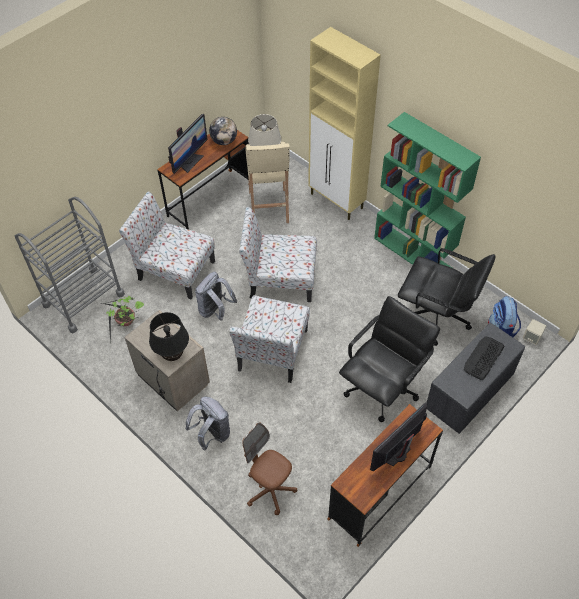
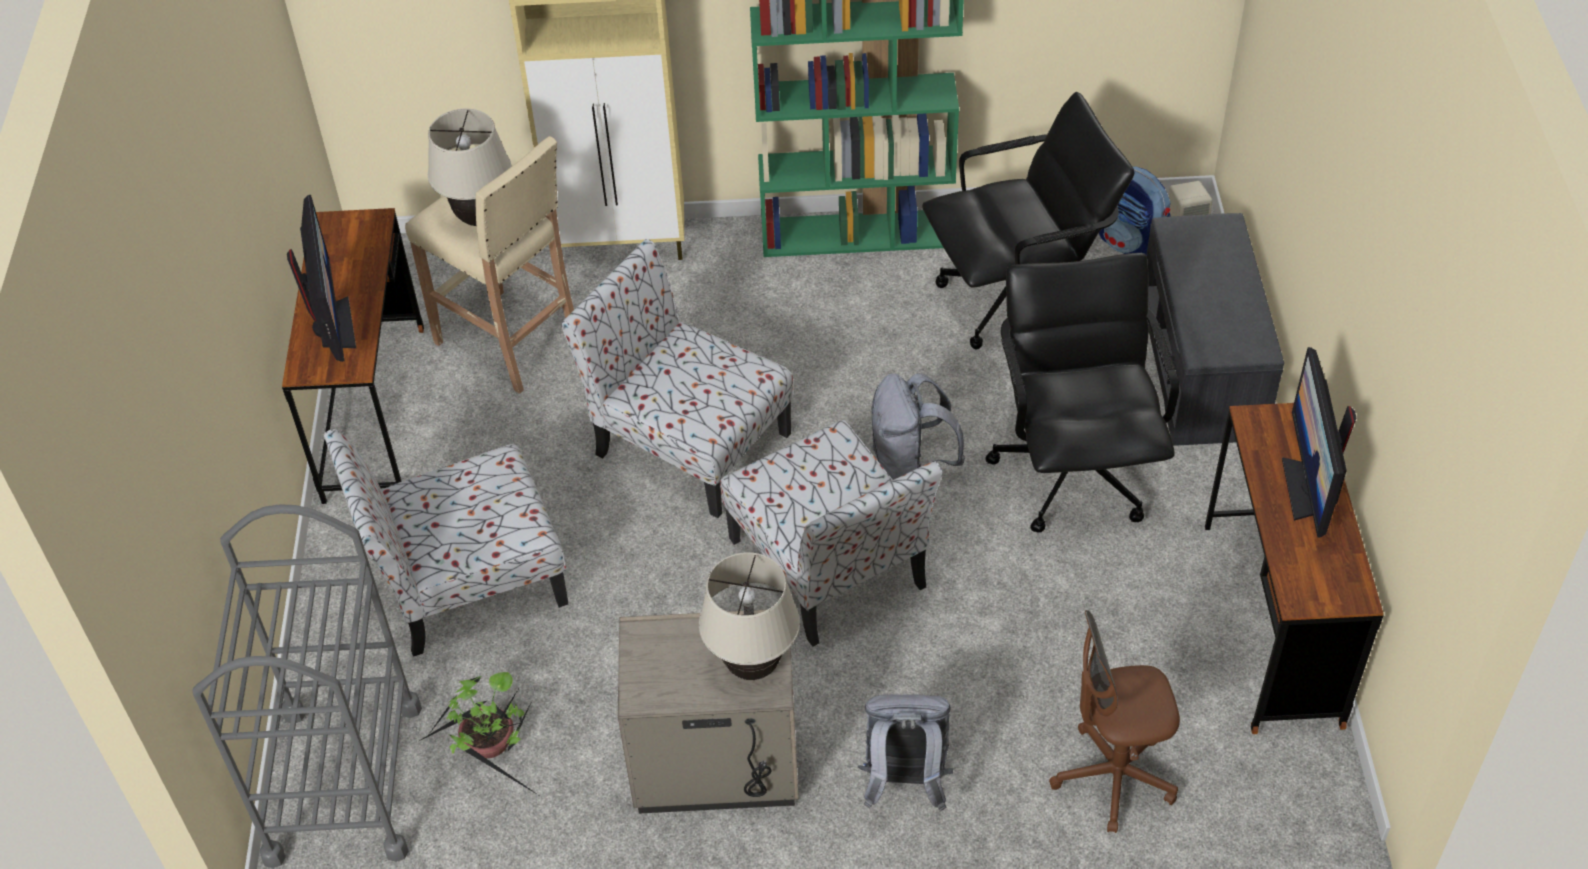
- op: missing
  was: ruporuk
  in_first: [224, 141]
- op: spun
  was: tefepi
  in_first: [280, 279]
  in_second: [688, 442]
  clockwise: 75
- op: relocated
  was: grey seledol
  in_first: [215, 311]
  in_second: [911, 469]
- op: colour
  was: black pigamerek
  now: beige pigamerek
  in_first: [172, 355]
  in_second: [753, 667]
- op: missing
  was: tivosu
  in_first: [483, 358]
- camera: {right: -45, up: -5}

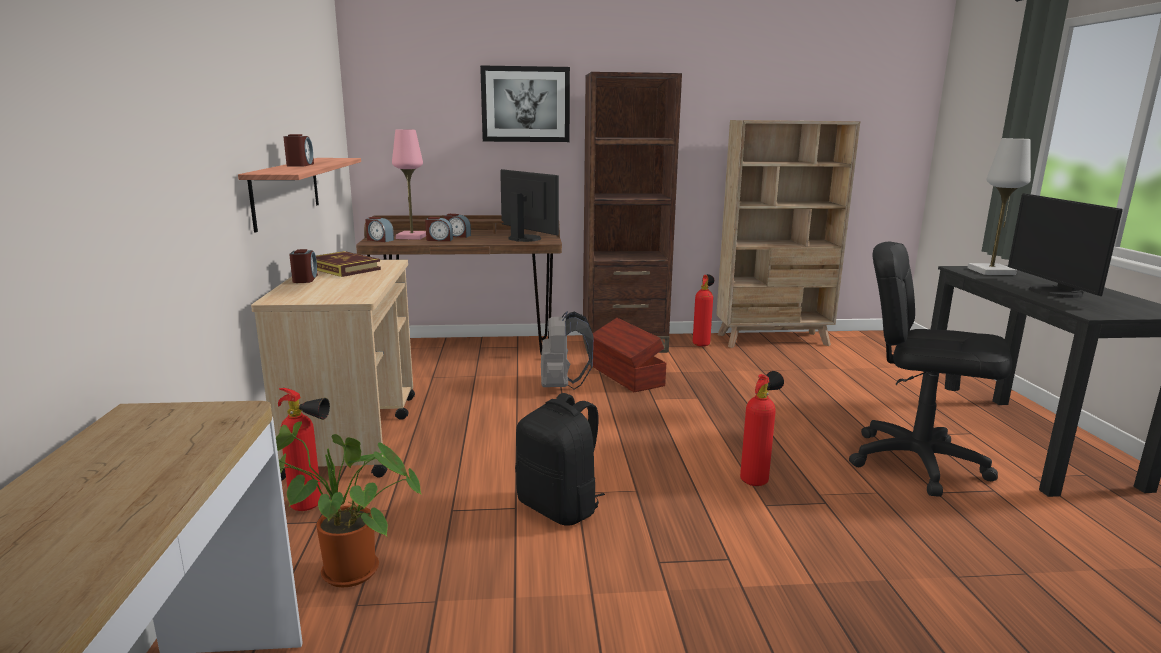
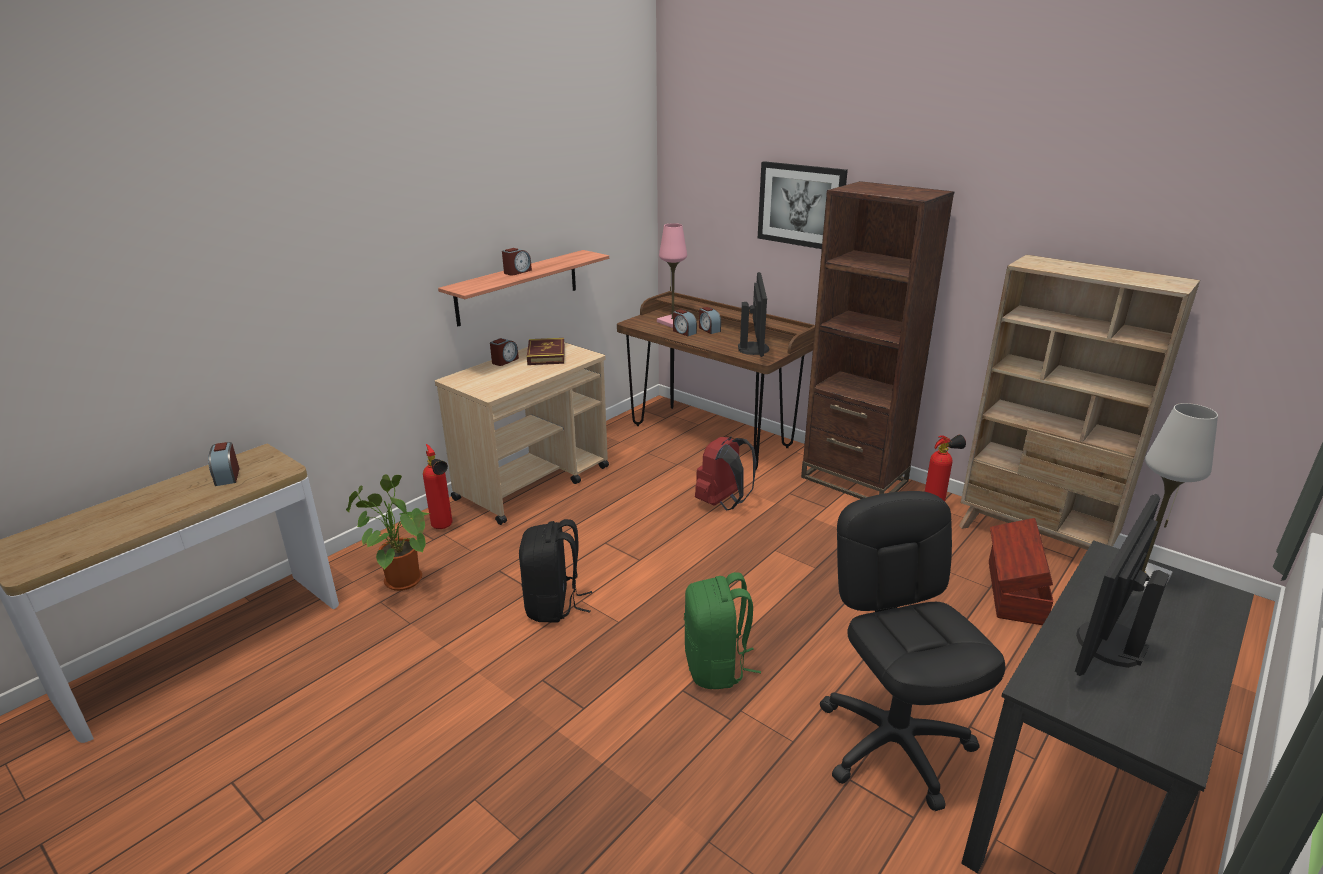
- op: relocated
  was: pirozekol
  in_first: [379, 240]
  in_second: [227, 476]
- op: colour
  was: grey seledol
  now: red seledol
  in_first: [562, 386]
  in_second: [723, 503]
- op: relocated
  was: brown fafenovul
  in_first: [627, 376]
  in_second: [1014, 592]
- op: exchanged
  was: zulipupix
  now: green seledol
  in_first: [756, 479]
  in_second: [716, 667]
- camera: {right: 45, up: 10}

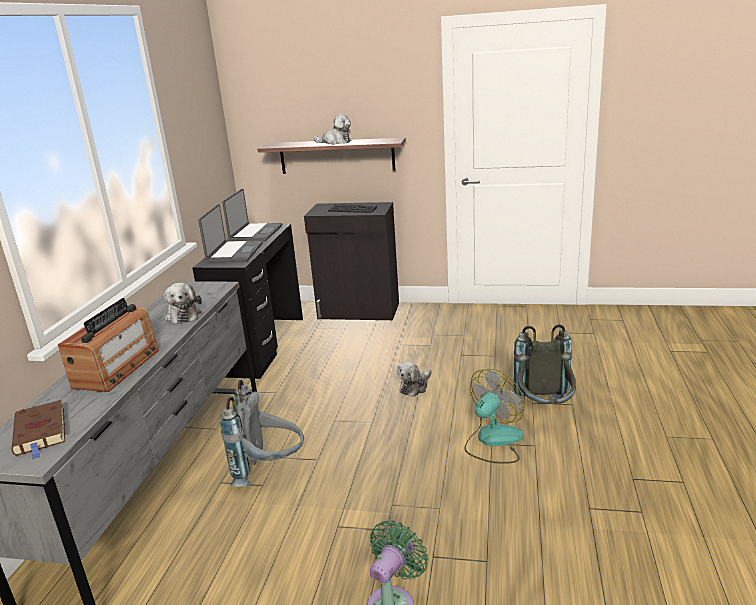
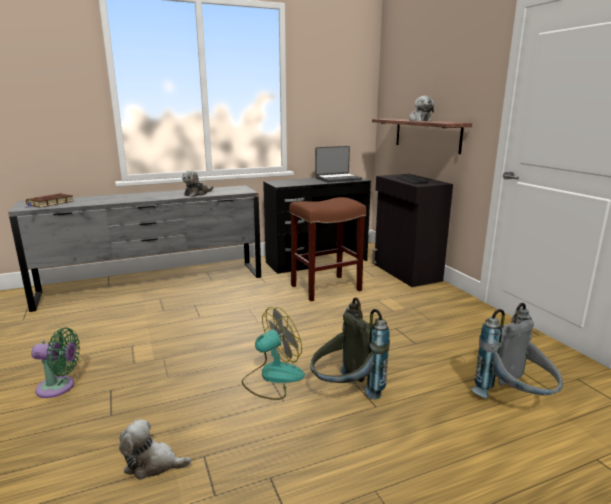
- op: missing
  was: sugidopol
  in_first: [234, 253]
- op: missing
  was: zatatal
  in_first: [117, 368]
- op: relocated
  was: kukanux
  in_first: [415, 387]
  in_second: [153, 464]
- op: spun
  was: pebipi
  in_first: [493, 441]
  in_second: [273, 377]
  clockwise: -45
- op: relocated
  was: grey seledol
  in_first: [270, 471]
  in_second: [515, 401]
- op: appeared
  now: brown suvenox
  in_second: [325, 288]
- camera: {right: 55, up: -5}

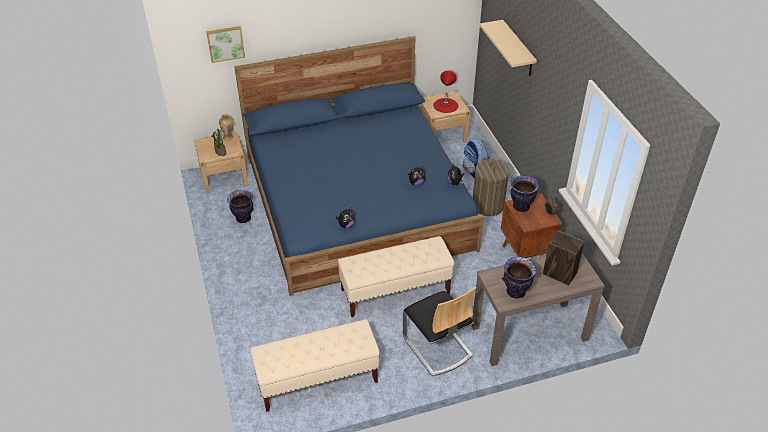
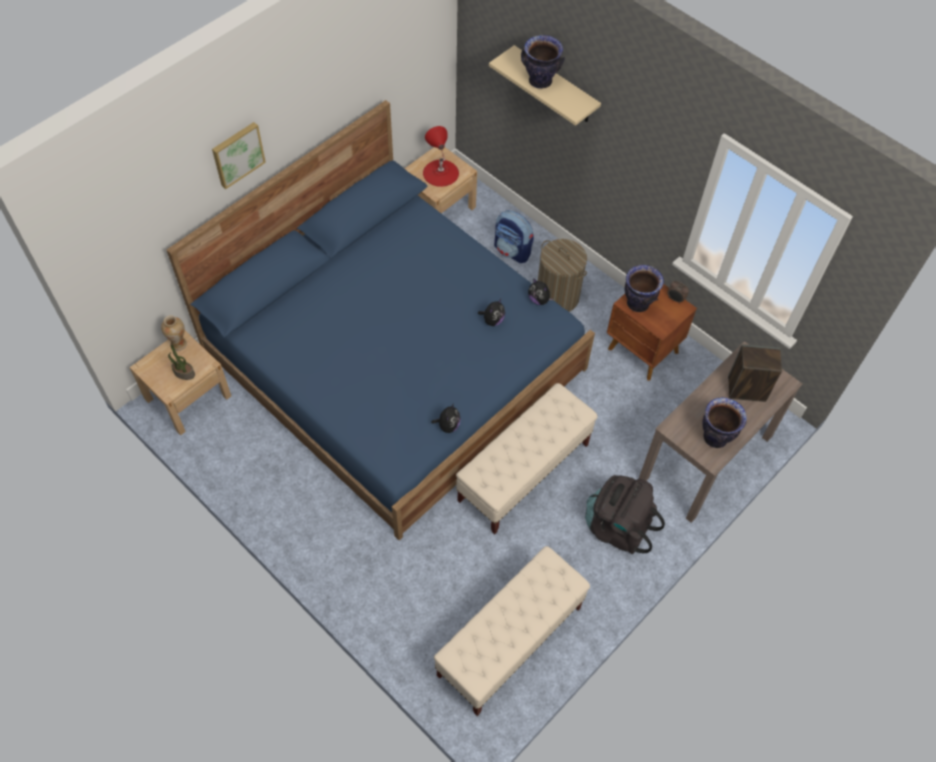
- op: relocated
  was: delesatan
  in_first: [225, 43]
  in_second: [237, 154]
- op: relocated
  was: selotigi
  in_first: [243, 218]
  in_second: [540, 81]
- op: exchanged
  was: tefepi
  now: black seledol
  in_first: [437, 347]
  in_second: [617, 527]
- camera: {right: -30, up: 15}

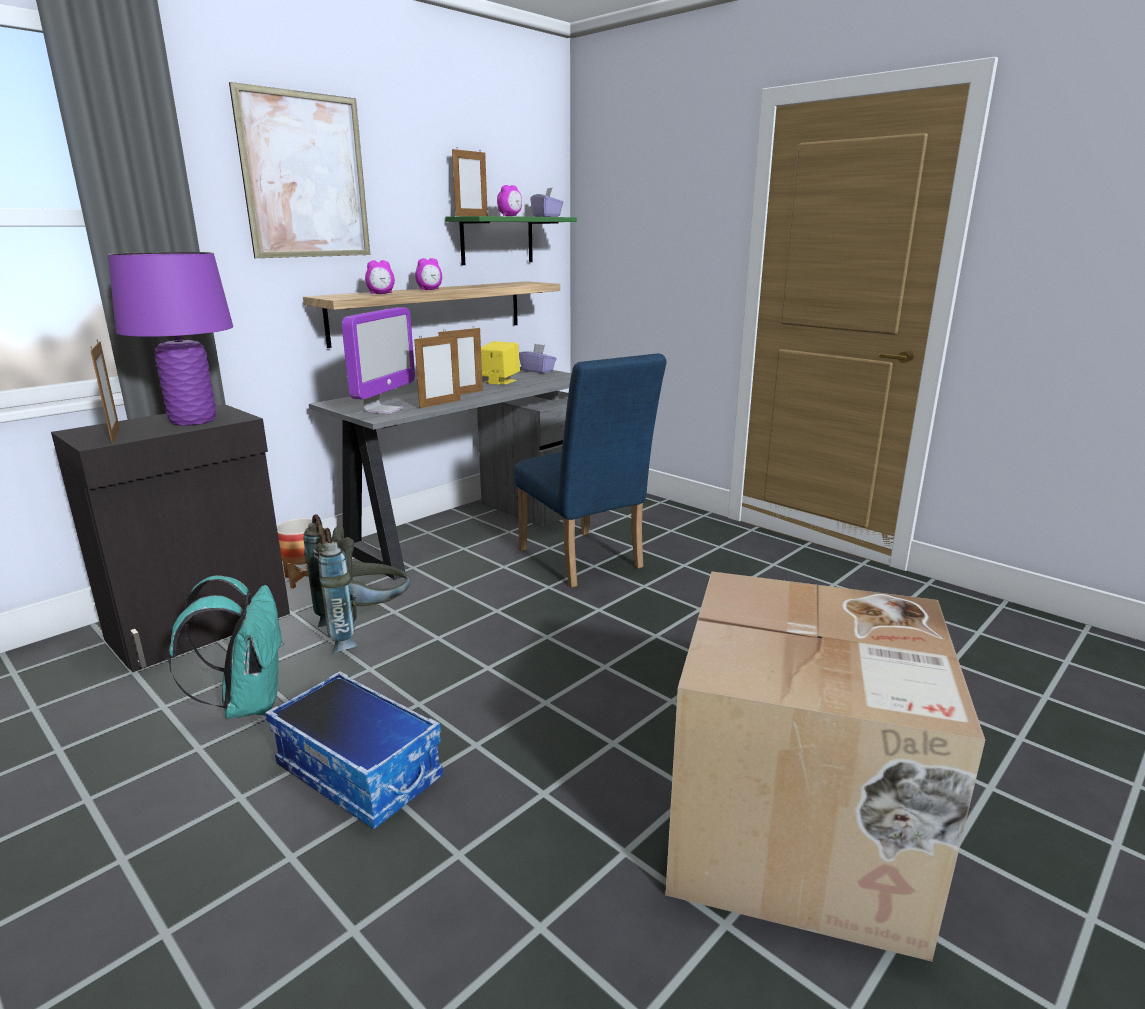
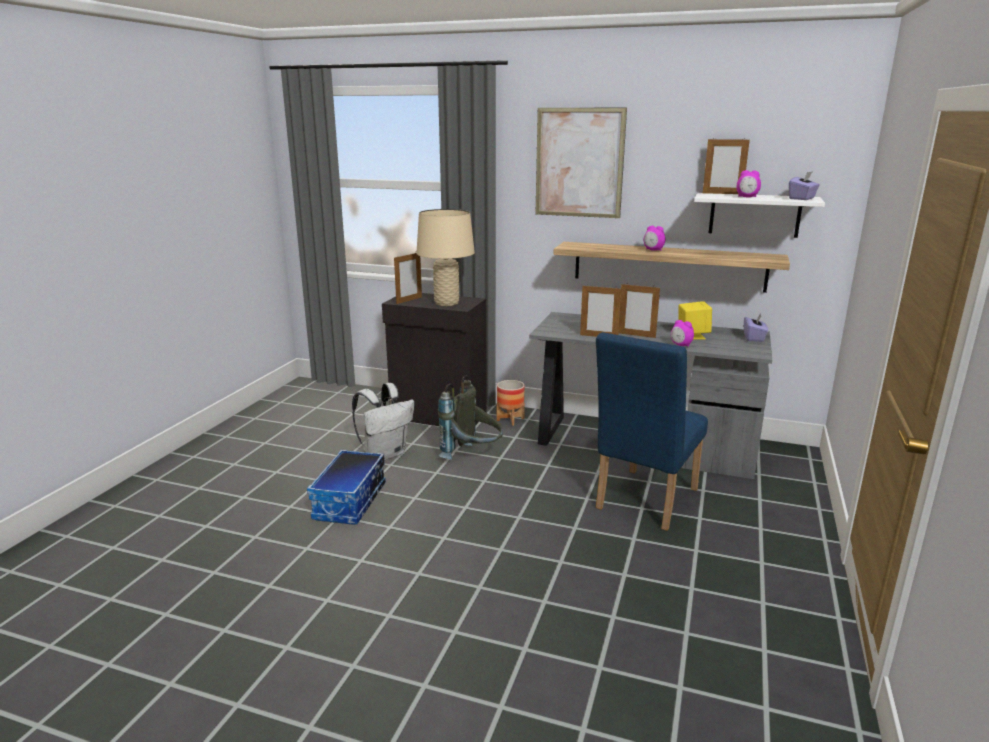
- op: colour
  was: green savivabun
  now: white savivabun
  in_first: [497, 240]
  in_second: [754, 215]
- op: colour
  was: purple pigamerek
  now: beige pigamerek
  in_first: [193, 421]
  in_second: [446, 303]
- op: relocated
  was: pirozekol
  in_first: [381, 294]
  in_second: [681, 345]
- op: missing
  was: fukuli
  in_first: [383, 410]
- op: missing
  was: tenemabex
  in_first: [798, 836]
- op: colour
  was: turquoise seledol
  now: white seledol
  in_first: [248, 703]
  in_second: [385, 454]
- camera: {right: 65, up: 0}

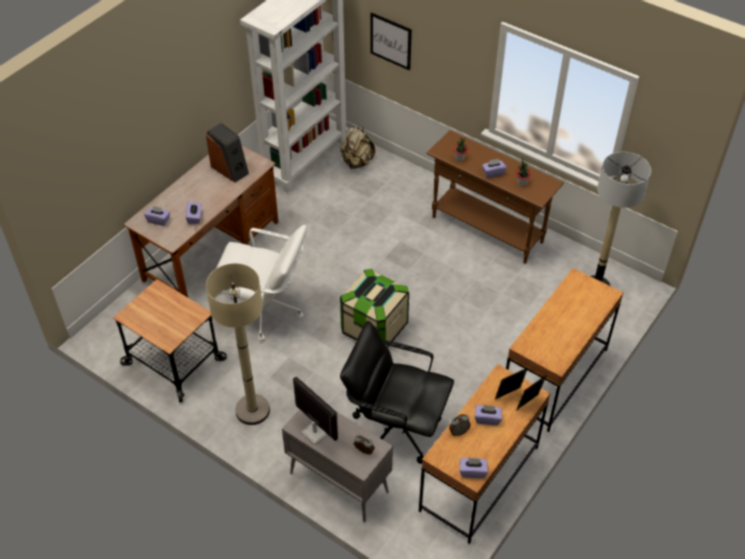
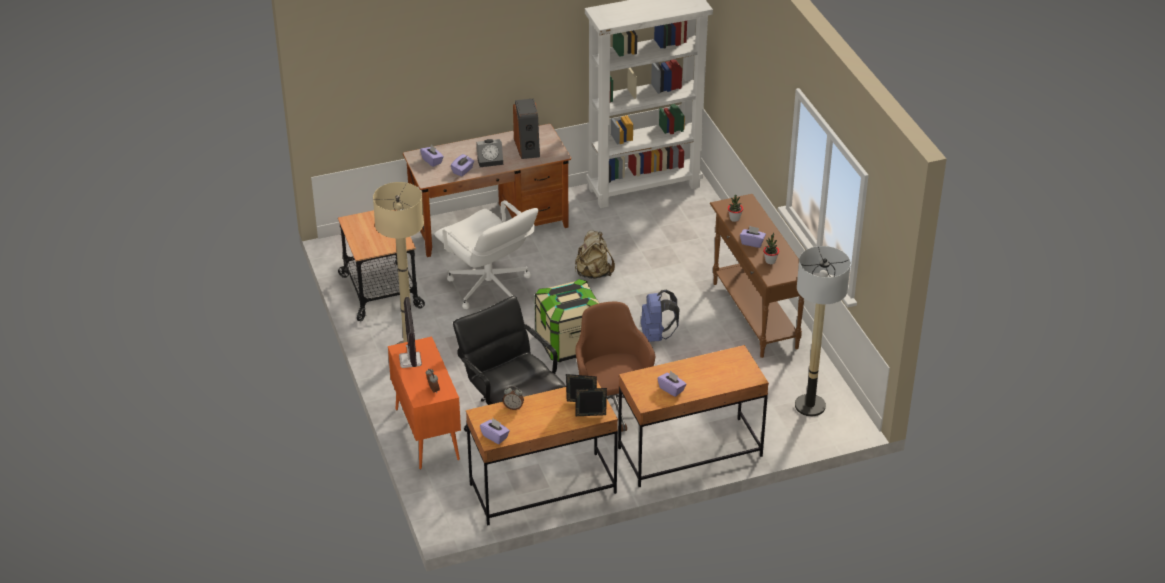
- op: missing
  was: delesatan
  in_first: [390, 41]
- op: relocated
  was: beige seledol
  in_first: [357, 162]
  in_second: [593, 273]
- op: relocated
  was: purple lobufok
  in_first: [487, 419]
  in_second: [671, 389]
- op: colour
  was: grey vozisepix
  now: orange vozisepix
  in_first: [338, 482]
  in_second: [426, 433]
- op: appeared
  now: pirozekol
  in_second: [491, 160]
- op: appeared
  now: blue seledol
  in_second: [656, 336]
- op: appeared
  now: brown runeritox
  in_second: [612, 407]
- camera: {right: 35, up: -10}

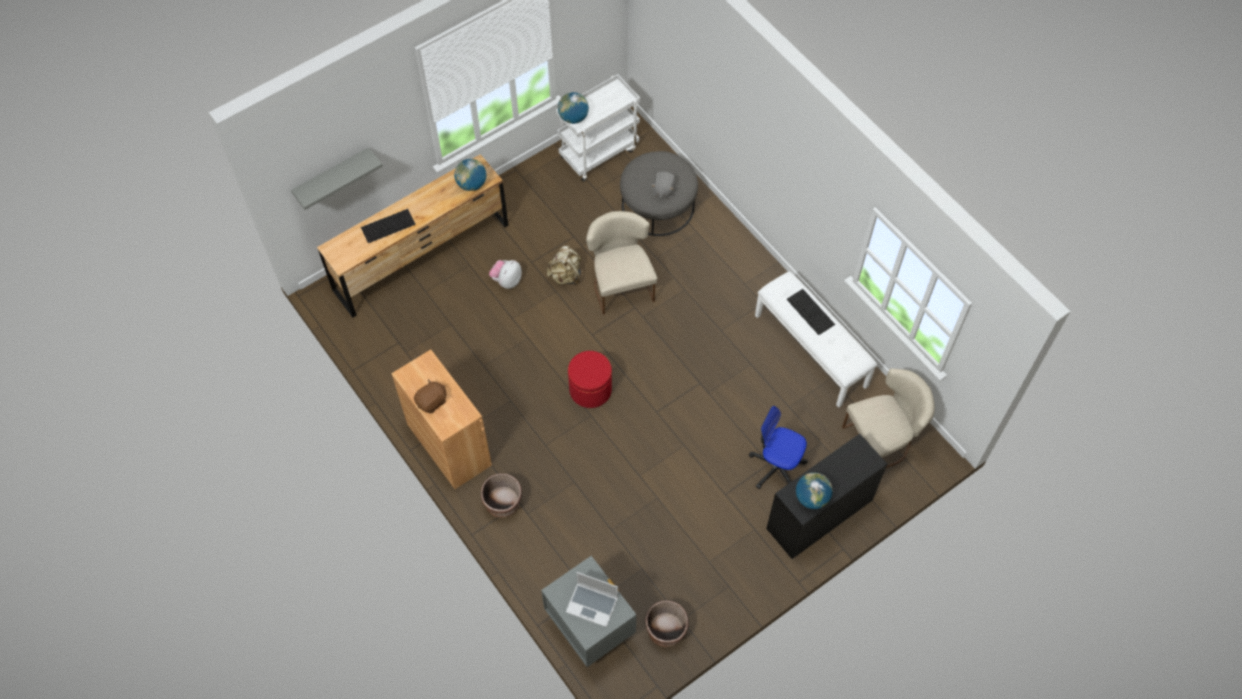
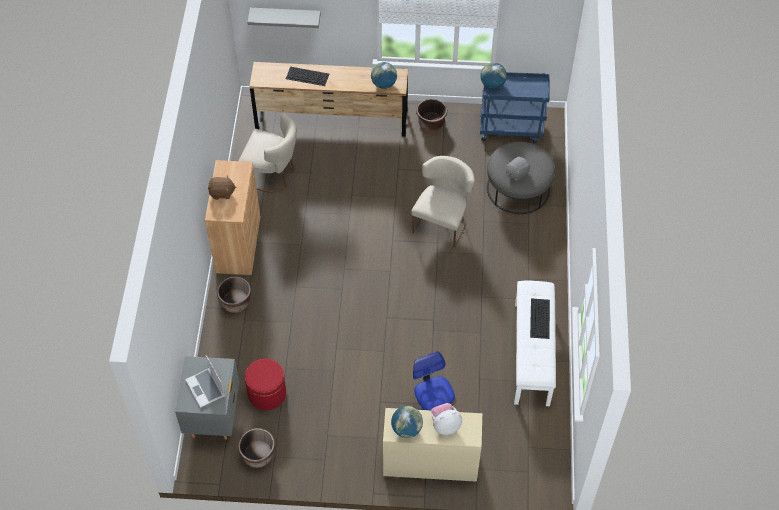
- op: colour
  was: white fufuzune
  now: blue fufuzune
  in_first: [599, 152]
  in_second: [511, 129]
- op: missing
  was: beige seledol
  in_first: [565, 275]
- op: relocated
  was: kukanux
  in_first: [507, 281]
  in_second: [445, 425]
- op: relocated
  was: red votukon
  in_first: [590, 389]
  in_second: [267, 393]
- op: relocated
  was: beige tefepi
  in_first: [882, 440]
  in_second: [272, 174]
- op: colour
  was: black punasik
  now: beige punasik
  in_first: [819, 515]
  in_second: [430, 462]
- op: appeared
  now: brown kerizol
  in_second: [431, 123]
- camera: {right: 40, up: -5}

